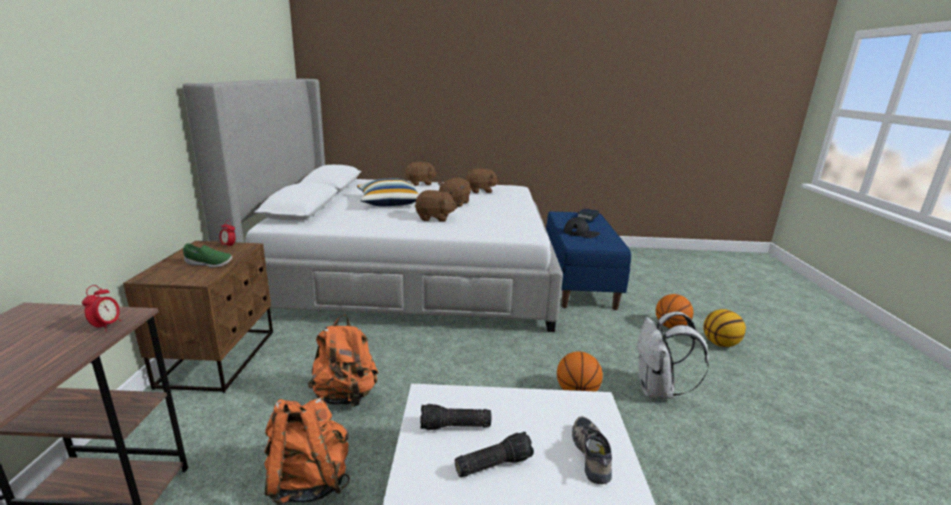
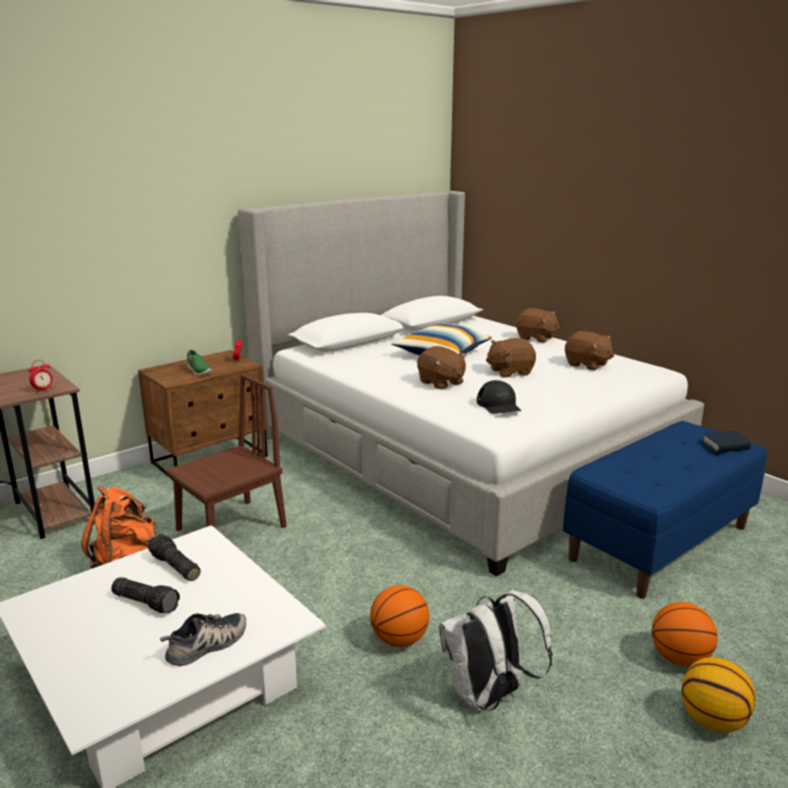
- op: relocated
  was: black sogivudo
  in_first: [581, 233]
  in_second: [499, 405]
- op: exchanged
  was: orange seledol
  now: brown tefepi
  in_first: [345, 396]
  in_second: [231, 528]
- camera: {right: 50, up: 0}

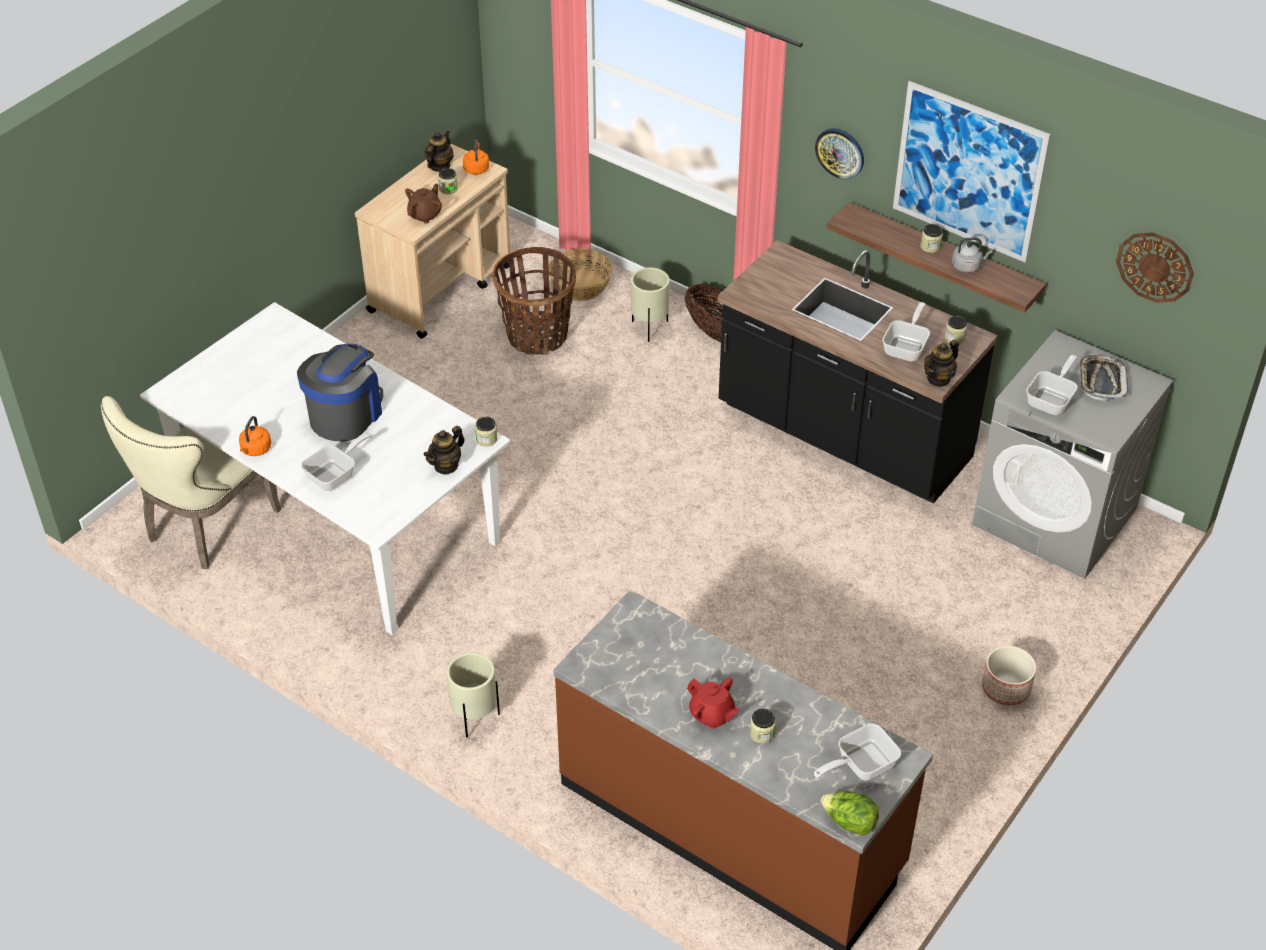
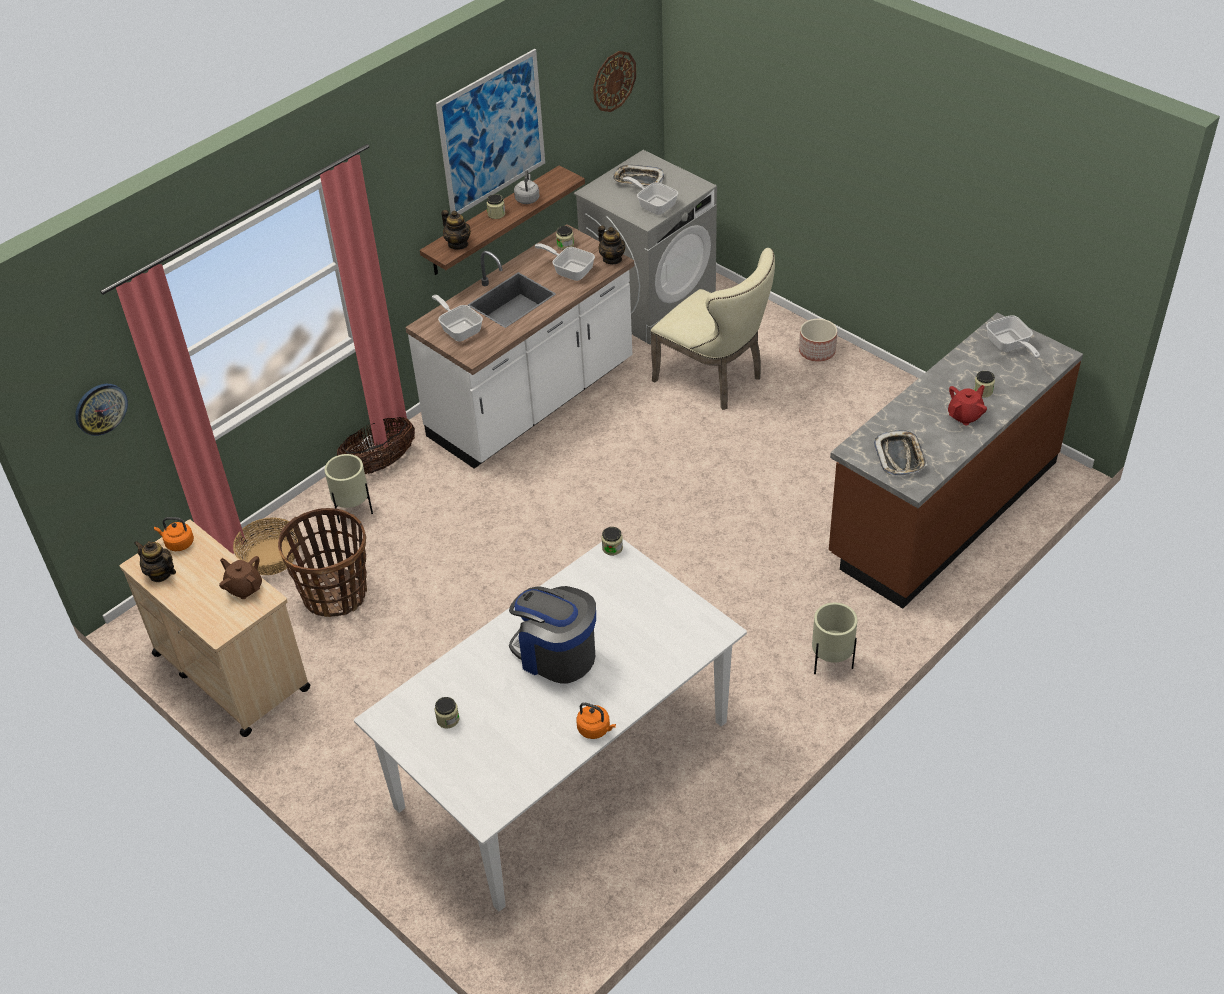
- op: relocated
  was: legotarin
  in_first: [840, 152]
  in_second: [100, 408]
- op: relocated
  was: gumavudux
  in_first: [448, 189]
  in_second: [448, 719]
- op: colour
  was: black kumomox
  now: white kumomox
  in_first: [843, 435]
  in_second: [533, 402]
- op: relocated
  was: beige tefepi
  in_first: [205, 528]
  in_second: [715, 379]
- op: relocated
  was: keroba
  in_first: [446, 465]
  in_second: [458, 244]
- op: relocated
  was: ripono
  in_first: [336, 475]
  in_second: [459, 329]
- op: missing
  was: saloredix
  in_first: [849, 823]
- op: appeared
  now: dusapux
  in_second: [900, 456]
- camera: {right: -80, up: 0}

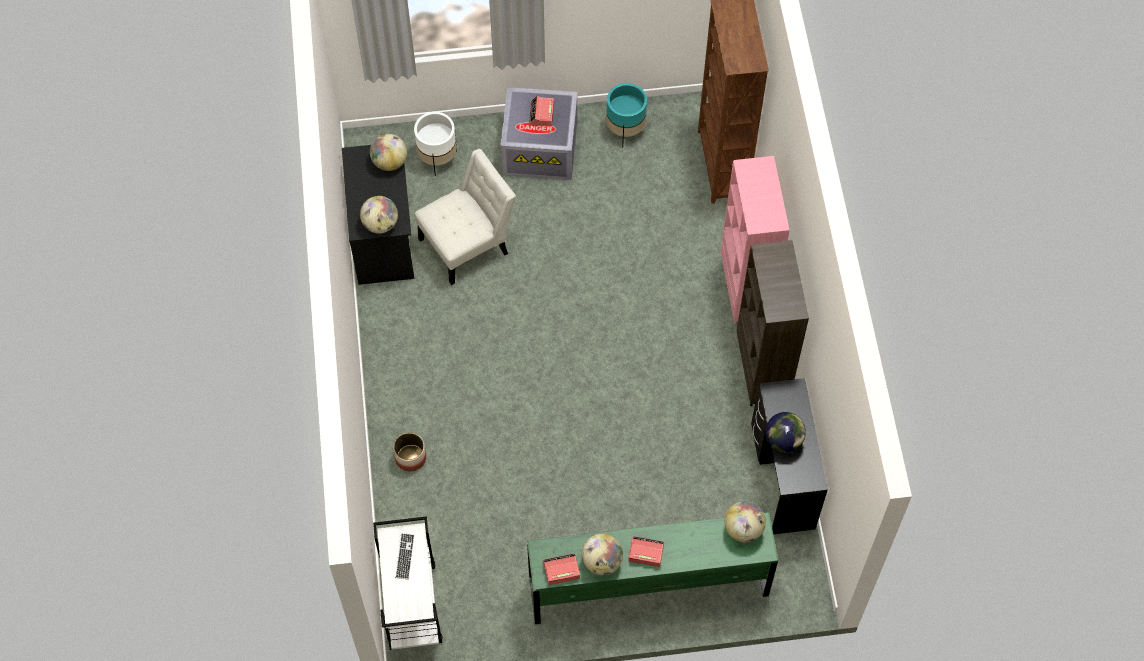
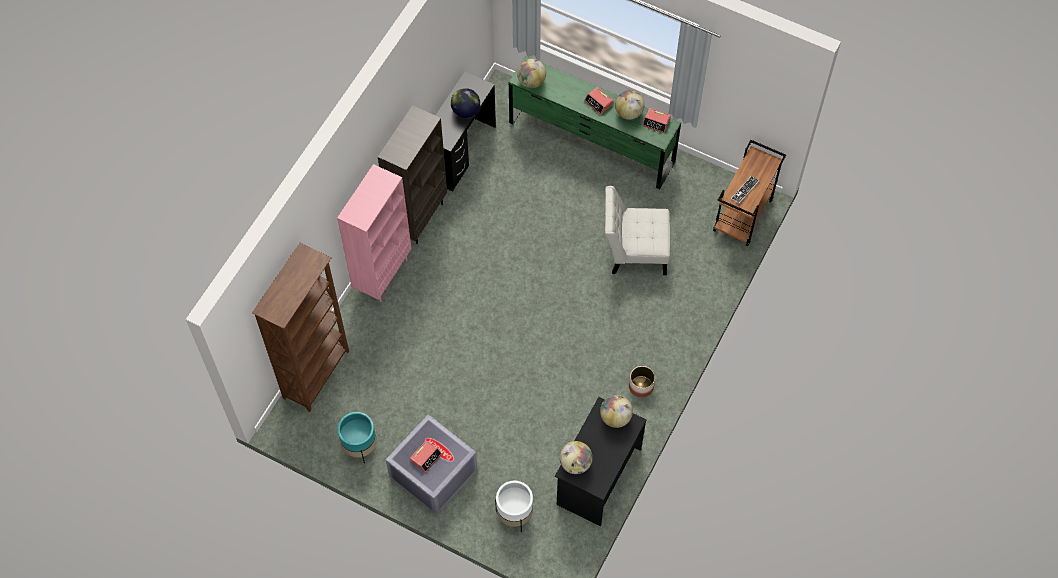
- op: relocated
  was: white tefepi
  in_first: [468, 244]
  in_second: [634, 251]
- op: relocated
  was: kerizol
  in_first: [410, 457]
  in_second: [641, 386]
- op: colour
  was: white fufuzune
  now: brown fufuzune
  in_first: [411, 605]
  in_second: [743, 216]
- camera: {right: -145, up: 0}

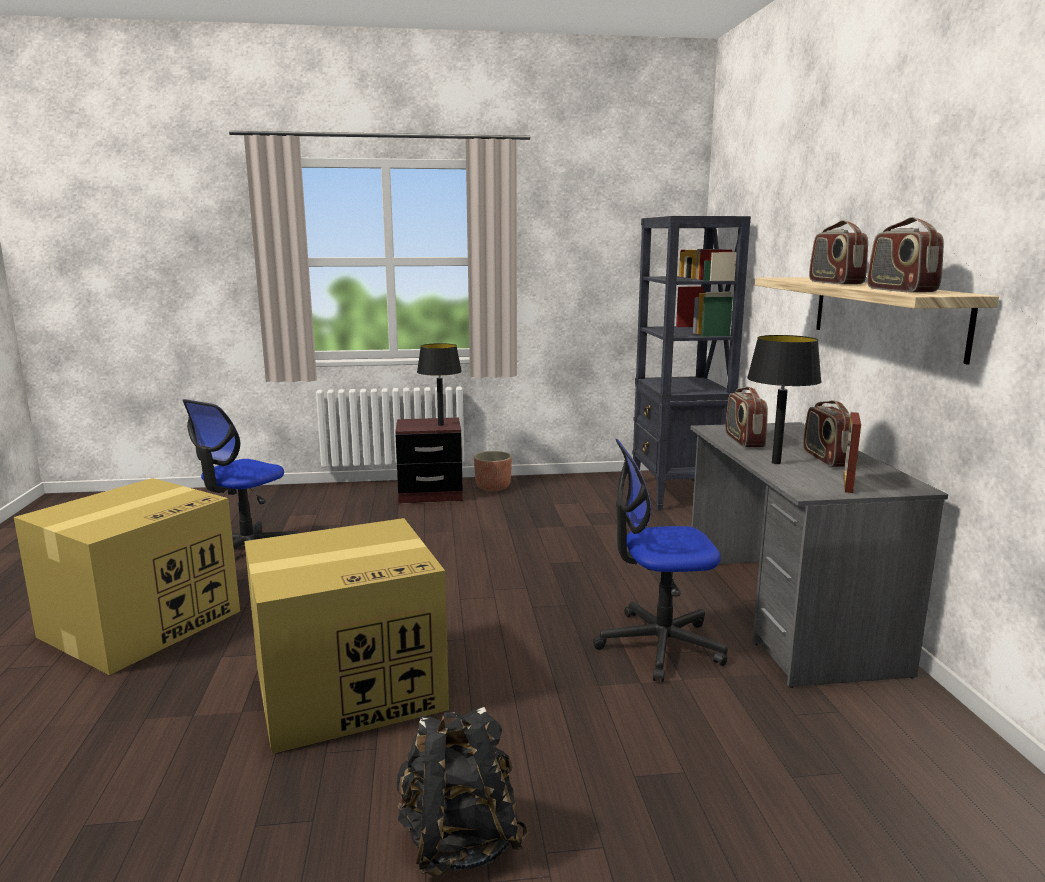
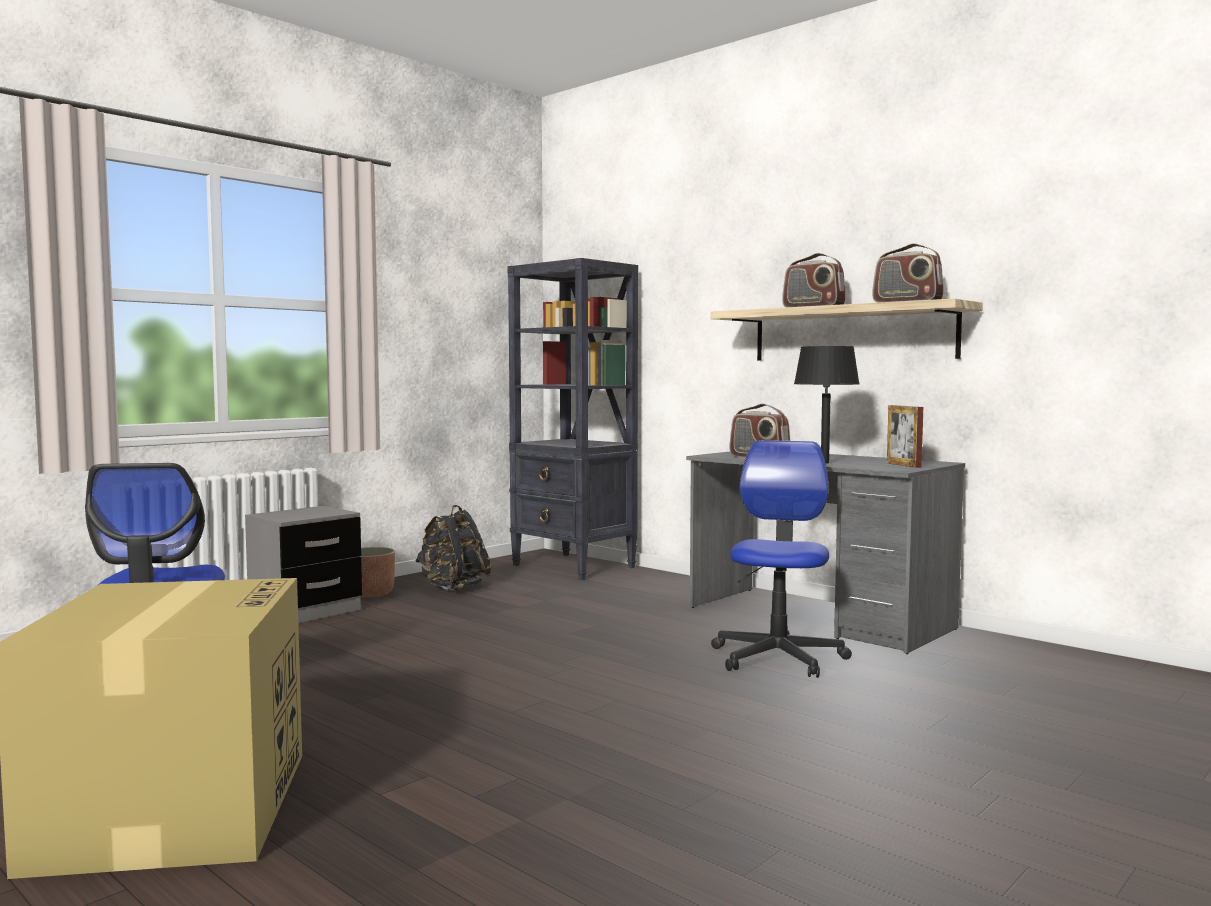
- op: missing
  was: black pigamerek
  in_first: [441, 425]
- op: missing
  was: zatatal
  in_first: [826, 459]
- op: colour
  was: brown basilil
  now: grey basilil
  in_first: [430, 494]
  in_second: [305, 612]
- op: spun
  was: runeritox
  in_first: [659, 645]
  in_second: [778, 658]
  clockwise: 150
- op: missing
  was: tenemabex
  in_first: [351, 688]
- op: relocated
  was: black seledol
  in_first: [459, 841]
  in_second: [453, 588]
- camera: {right: -40, up: -10}

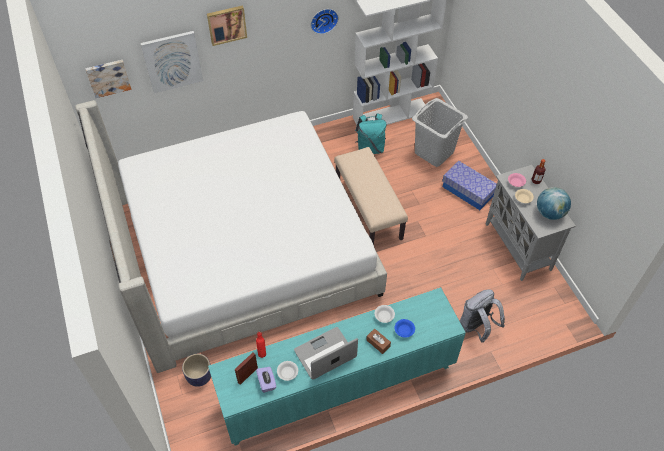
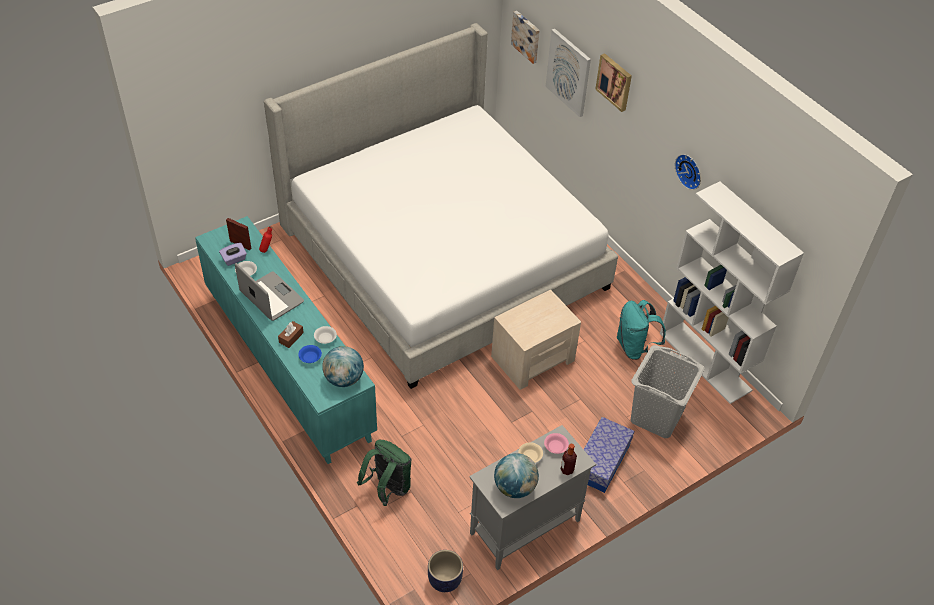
- op: exchanged
  was: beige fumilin
  now: beige basilil
  in_first: [367, 209]
  in_second: [533, 358]
- op: colour
  was: grey seledol
  now: green seledol
  in_first: [477, 327]
  in_second: [388, 488]
- op: relocated
  was: kerizol
  in_first: [200, 376]
  in_second: [445, 580]
- op: appeared
  now: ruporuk
  in_second: [343, 379]
- camera: {right: 75, up: -5}

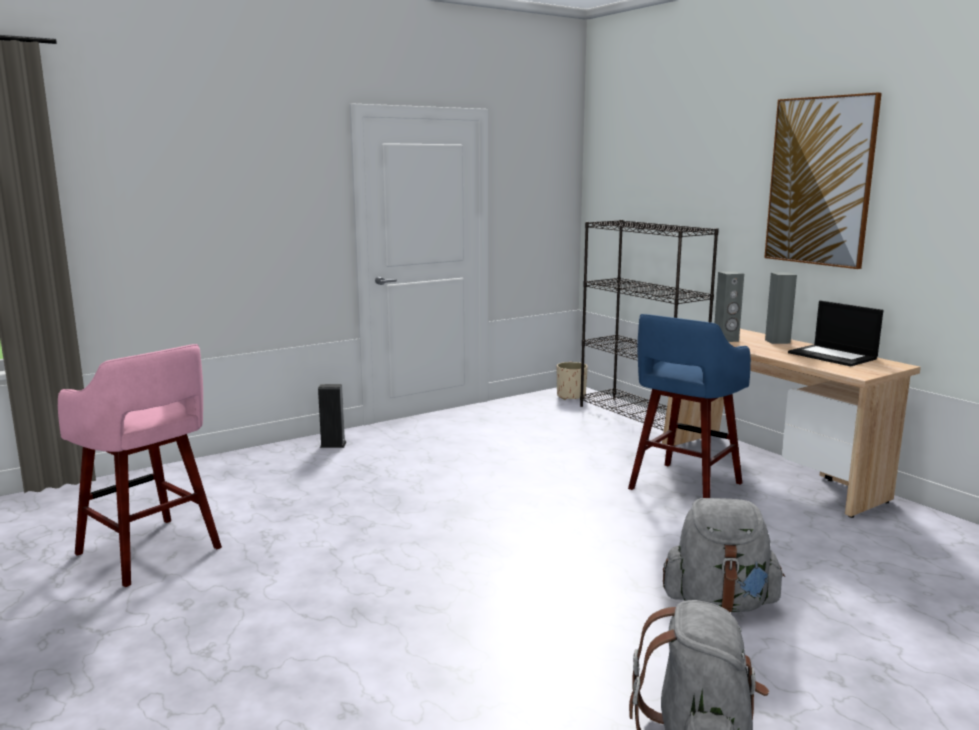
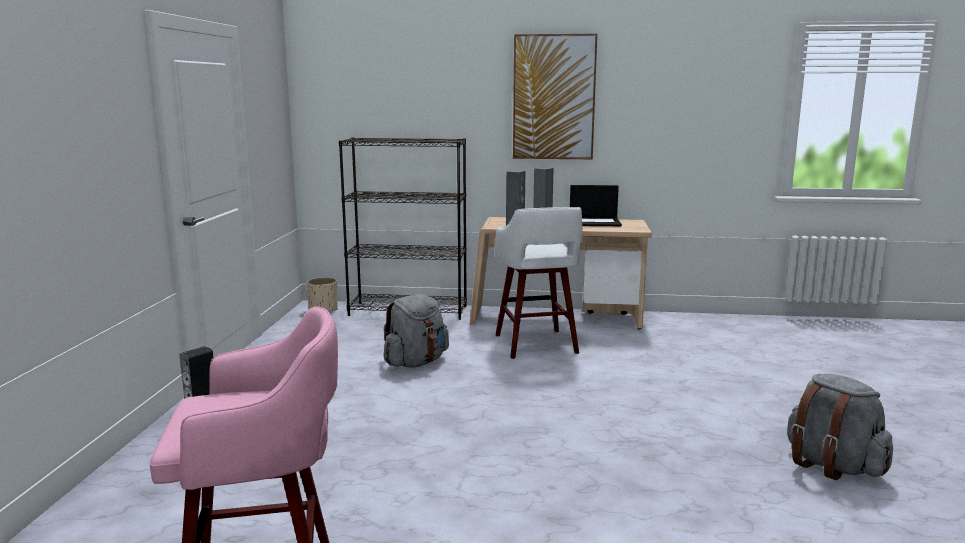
- op: colour
  was: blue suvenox
  now: white suvenox
  in_first: [683, 487]
  in_second: [536, 345]
- op: relocated
  was: grey seledol
  in_first: [719, 603]
  in_second: [416, 362]
- camera: {right: -50, up: 0}

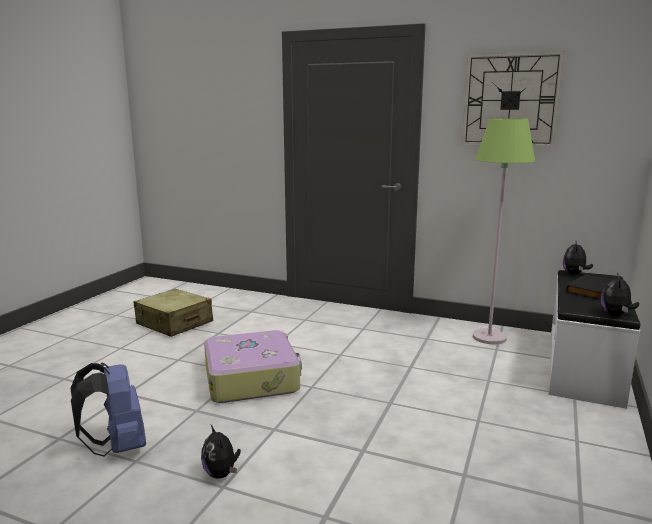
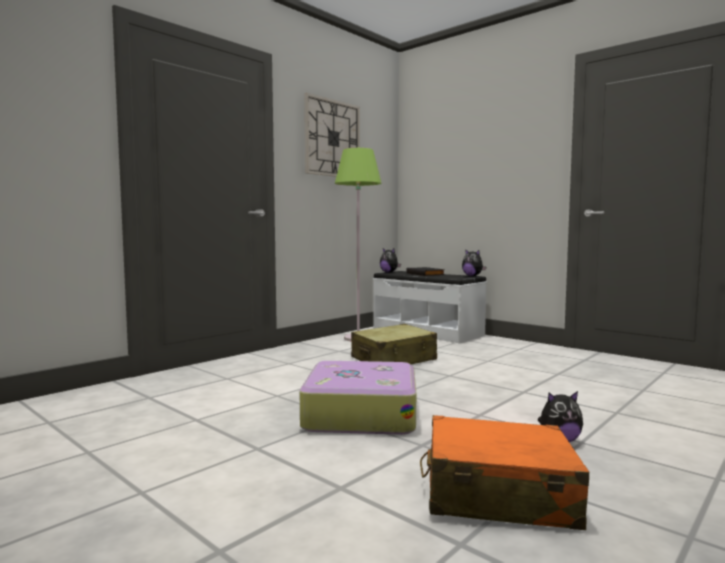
- op: relocated
  was: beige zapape
  in_first: [174, 323]
  in_second: [394, 359]
- op: exchanged
  was: blue seledol
  now: orange zapape
  in_first: [117, 447]
  in_second: [497, 494]
- camera: {right: -70, up: -10}

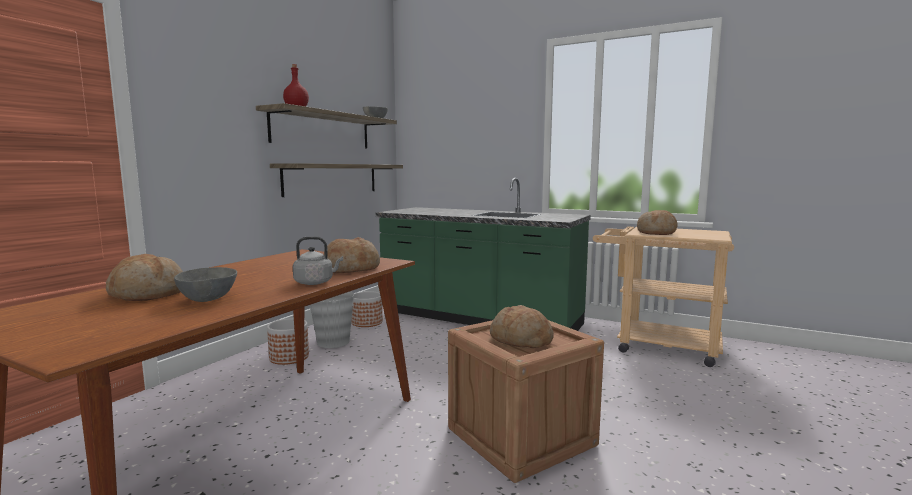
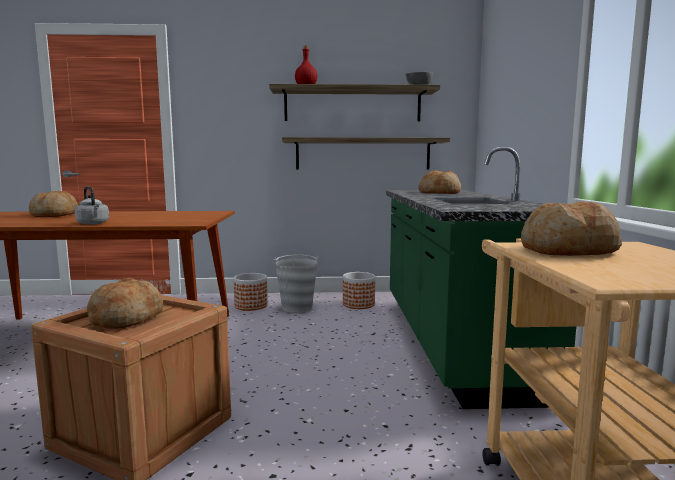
- op: relocated
  was: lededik
  in_first: [351, 269]
  in_second: [440, 193]
- op: missing
  was: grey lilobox
  in_first: [208, 298]
- camera: {right: 60, up: 0}

